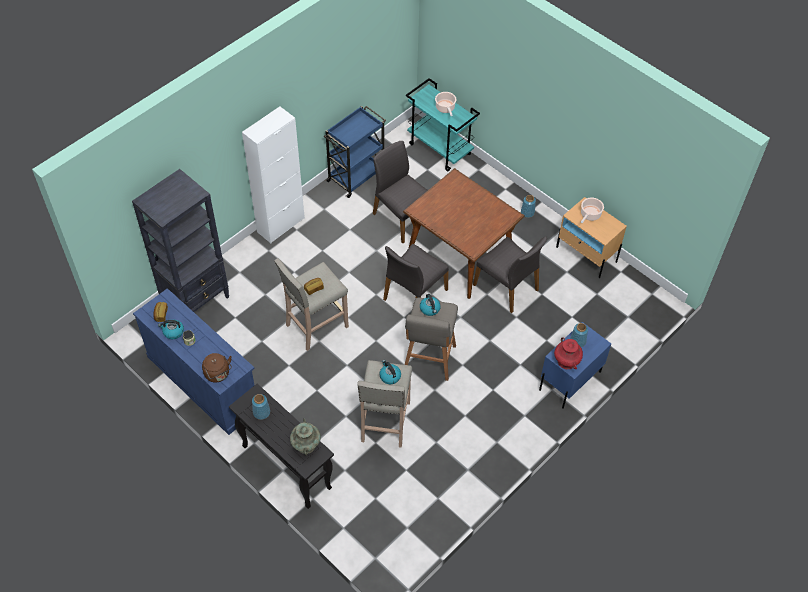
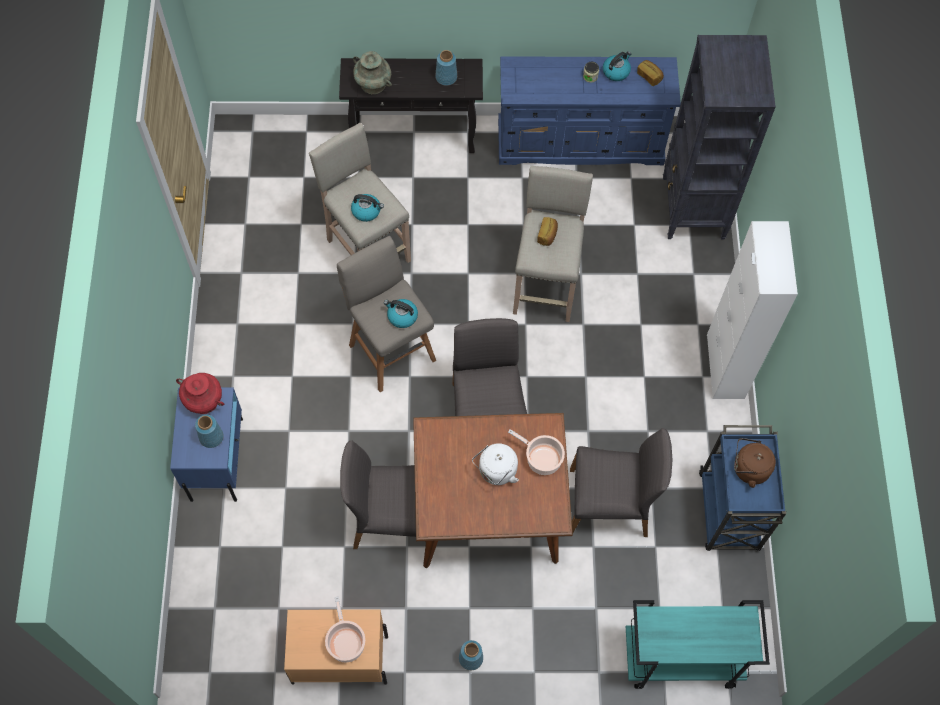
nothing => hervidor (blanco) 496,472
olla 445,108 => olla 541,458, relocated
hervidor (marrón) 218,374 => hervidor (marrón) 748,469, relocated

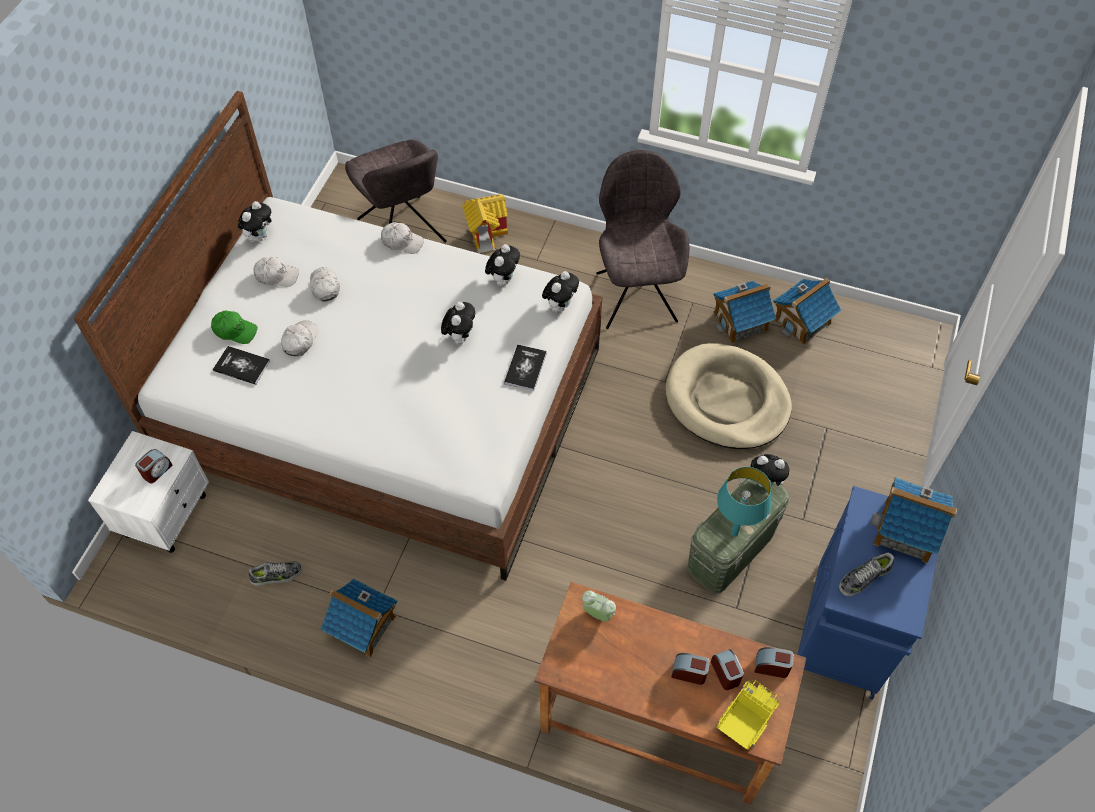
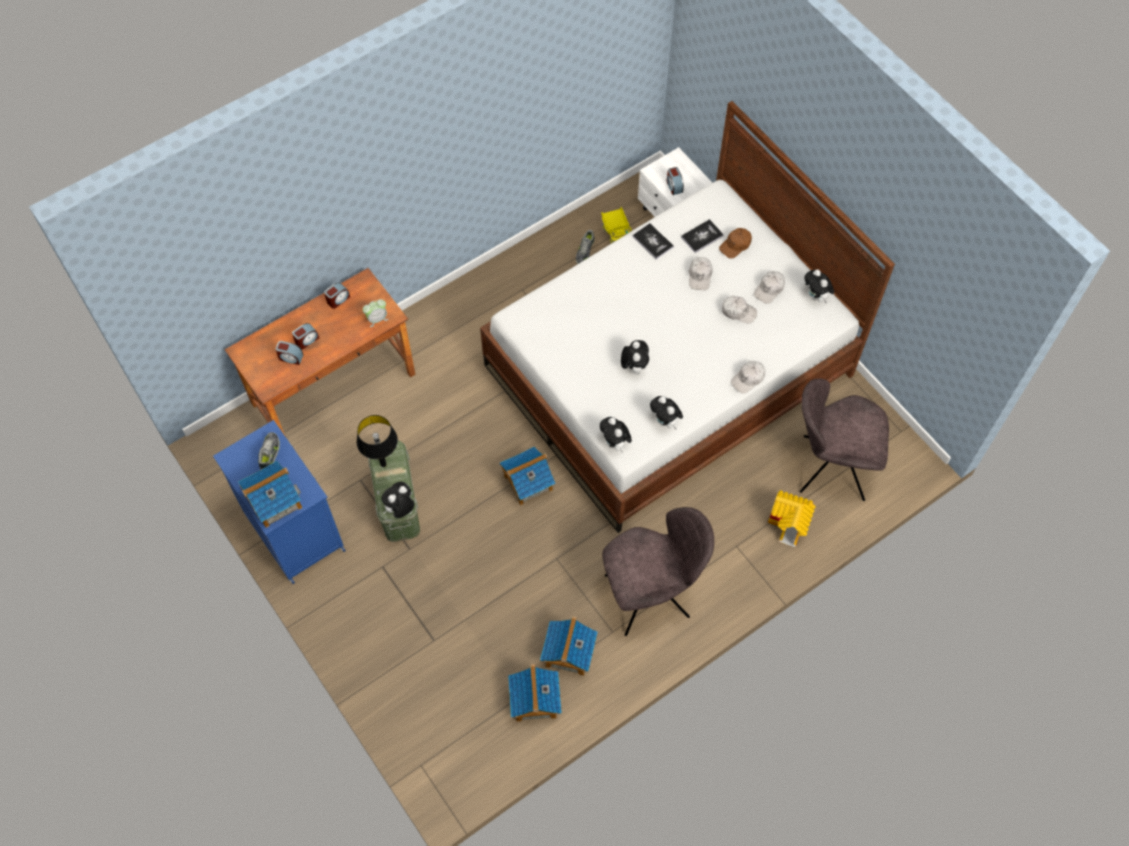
despertador 771,666 => despertador 338,299, relocated
lámpara de mesa (turquesa) 734,533 => lámpara de mesa (negro) 383,464
casita 363,626 => casita 527,482, relocated
camión de juguete 744,721 => camión de juguete 616,232, relocated
silla (gris) 636,294 => silla (gris) 650,595, 45 degrees counterclockwise
peluche 460,336 => peluche 634,366, 135 degrees counterclockwise
libro 525,368 => libro 652,241, relocated
gorra (blanco) 300,340 => gorra (blanco) 700,276, 45 degrees clockwise
gorra (verde) 235,330 => gorra (marrón) 735,245
cama para perro (beis) 727,400 => nothing

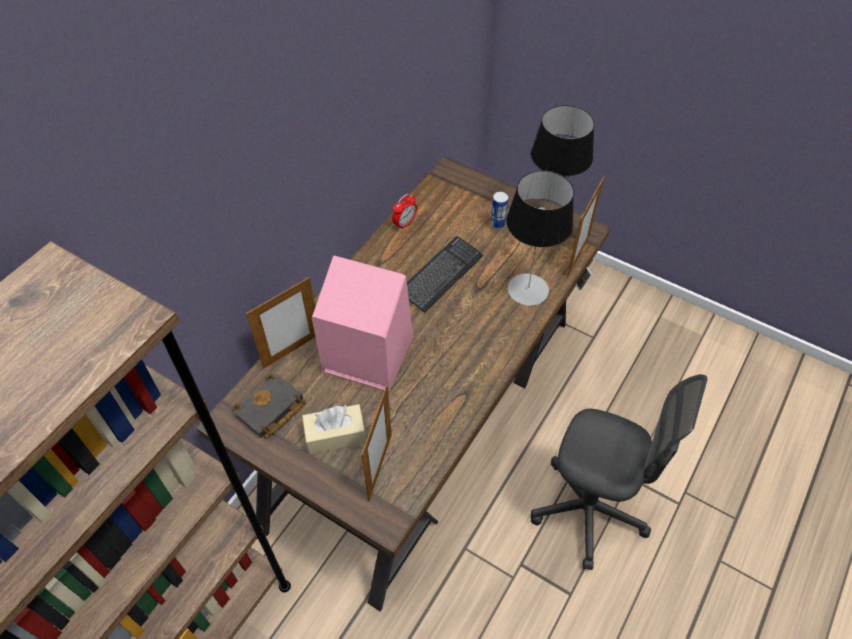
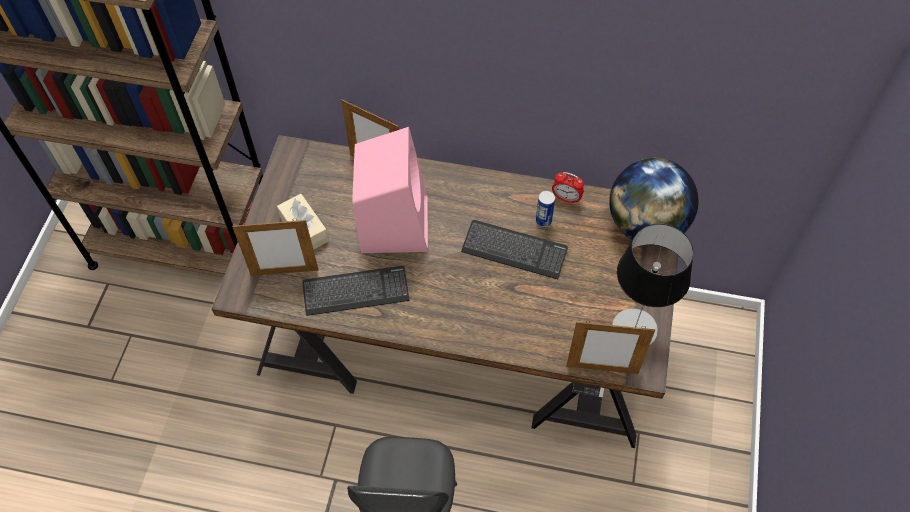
nothing => teclado 356,292
lata 497,224 => lata 543,221, relocated
nothing => globo terráqueo 646,225
libro (negro) 270,411 => nothing
lámpara de mesa 528,289 => nothing

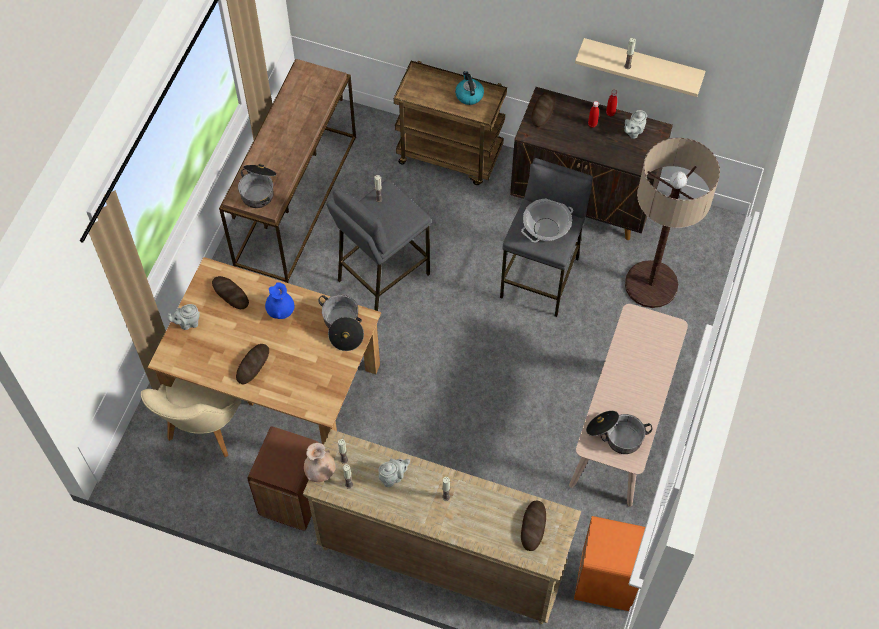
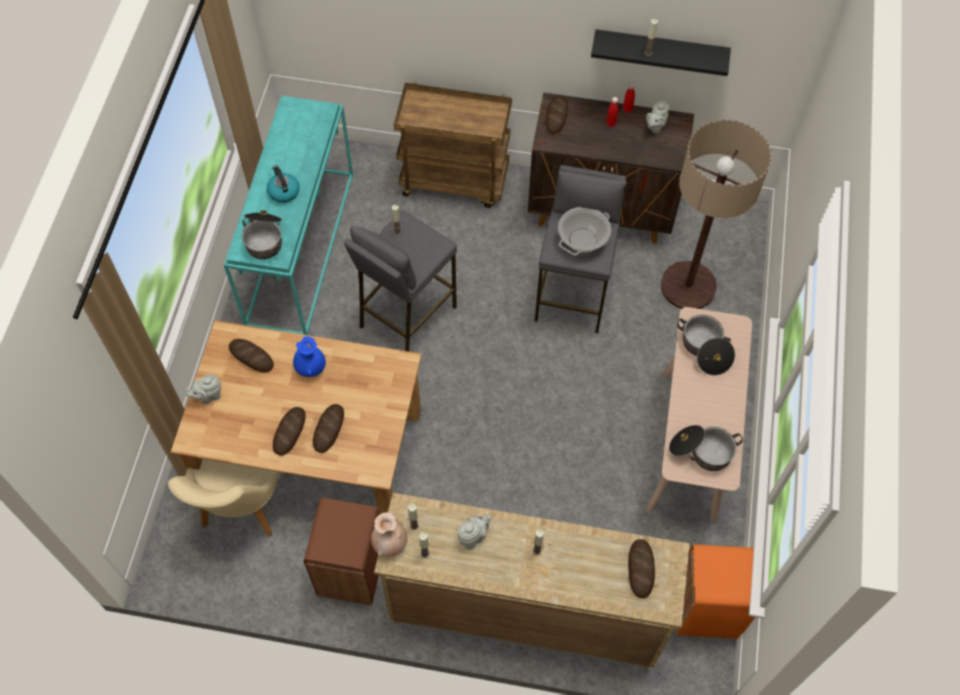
mesa consola (marrón) 295,198 => mesa consola (turquesa) 300,247
hervidor 469,95 => hervidor 283,191, relocated
nothing => pan 329,429
estante (beis) 642,65 => estante (negro) 660,51
olla 342,326 => olla 704,349, relocated

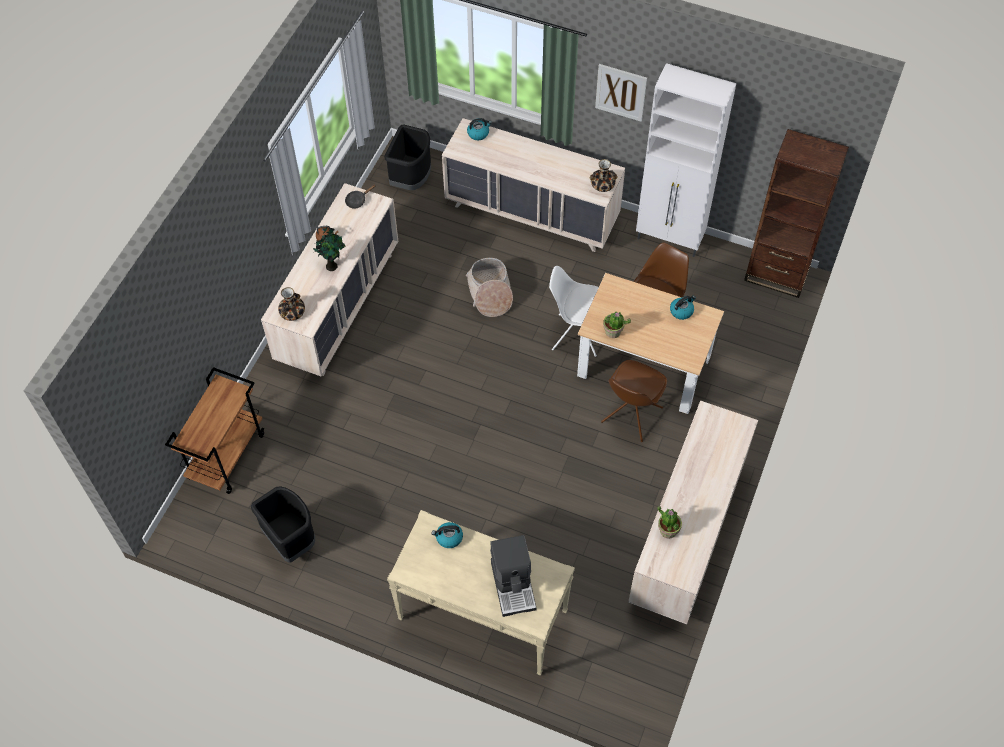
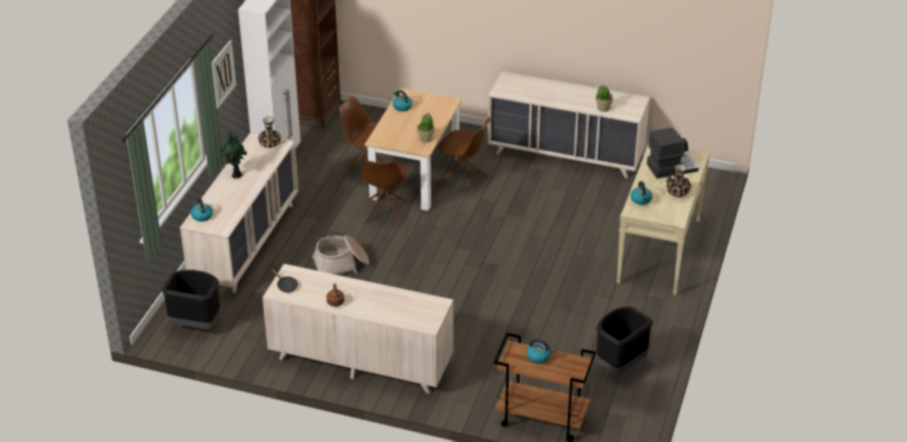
planta en maceta 332,265 => planta en maceta 236,175, relocated
silla (blanco) 576,335 => silla (marrón) 384,213
nothing => hervidor 539,357
florero 292,313 => florero 678,192, relocated

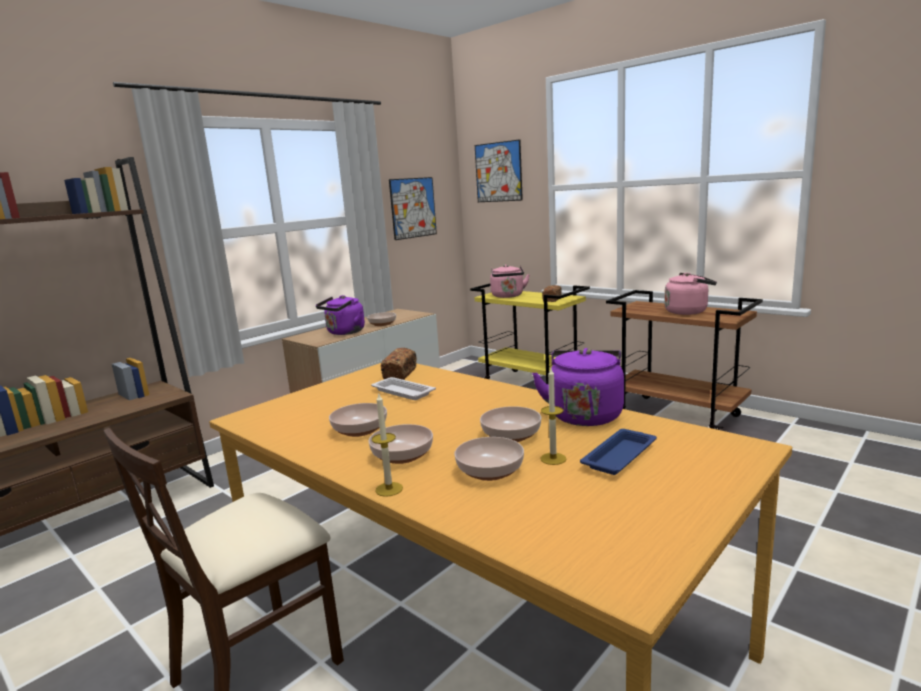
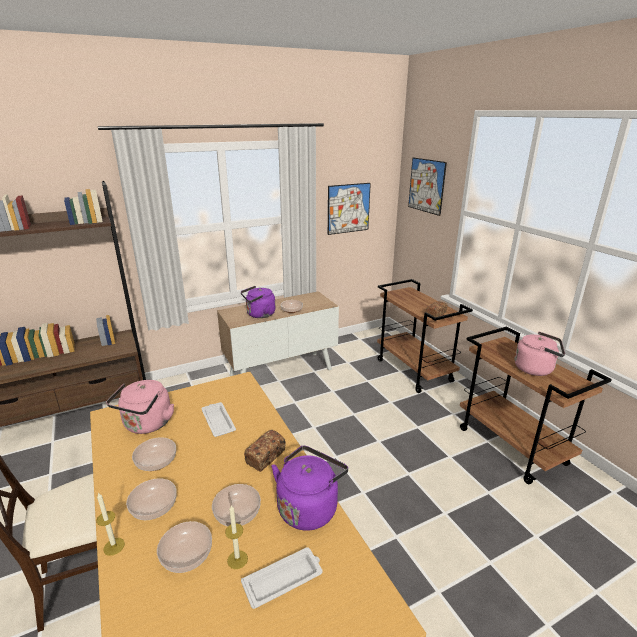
hervidor (rosa) 508,296 => hervidor (rosa) 147,425, relocated
bandeja (azul) 620,456 => bandeja (blanco) 284,579
pan 400,373 => pan 266,457, relocated
carrito (amarillo) 532,384 => carrito (marrón) 415,371

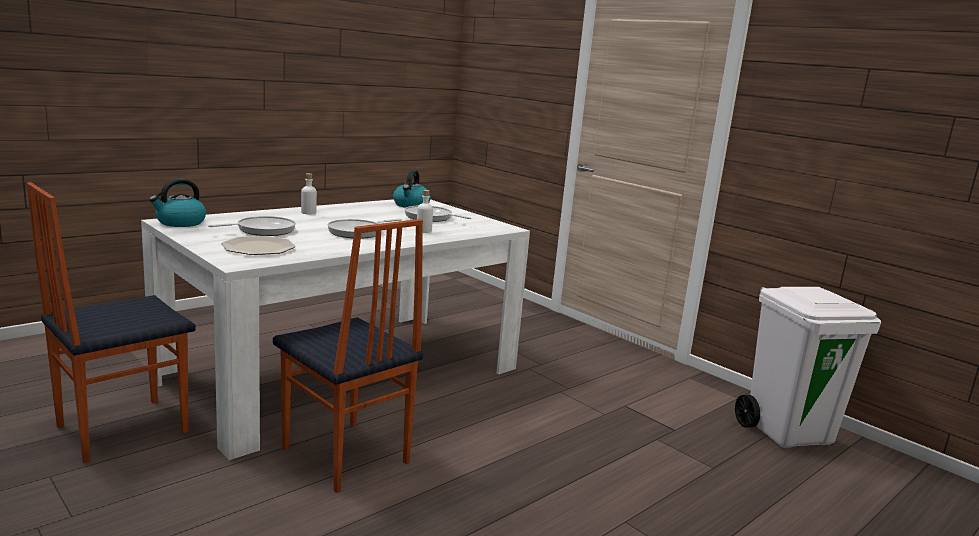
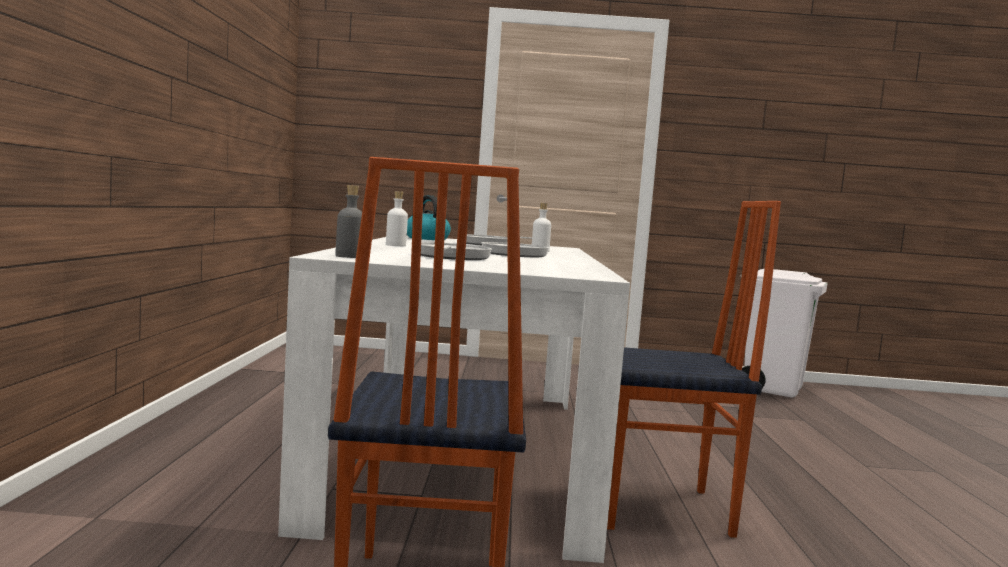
hervidor 180,223 => botella (gris) 349,256
plato 259,247 => nothing

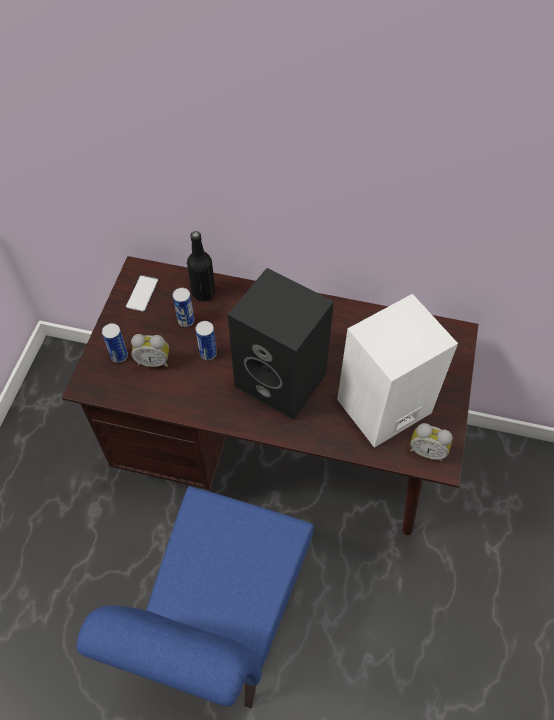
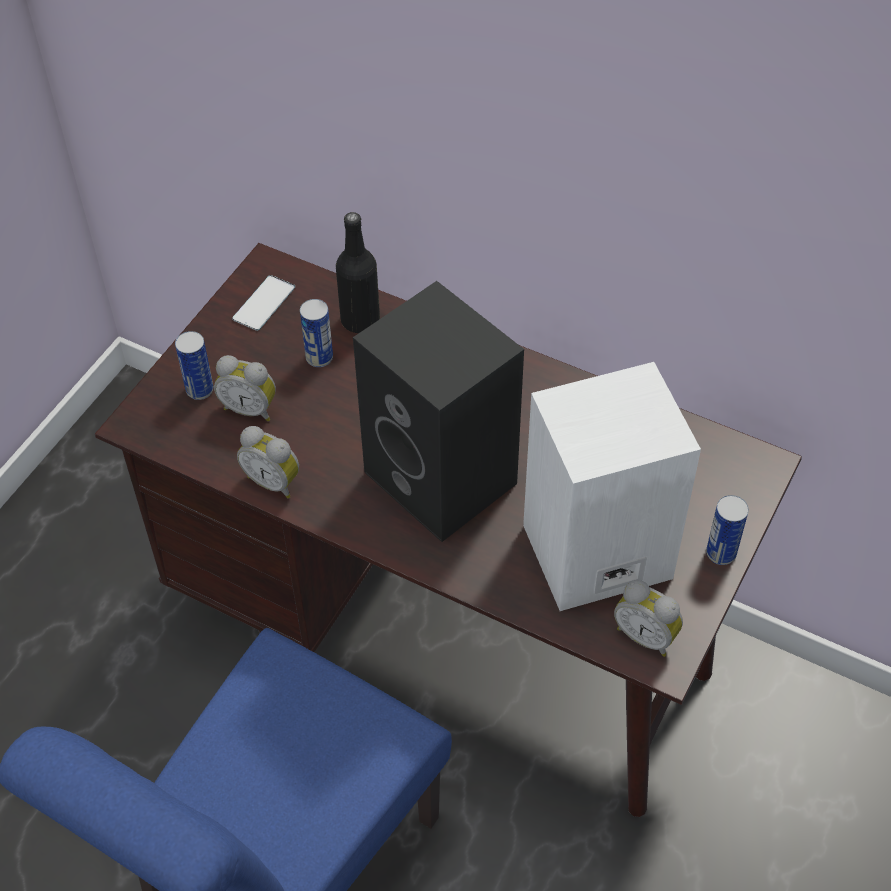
nothing => despertador 274,481
lata 208,353 => lata 721,553, relocated

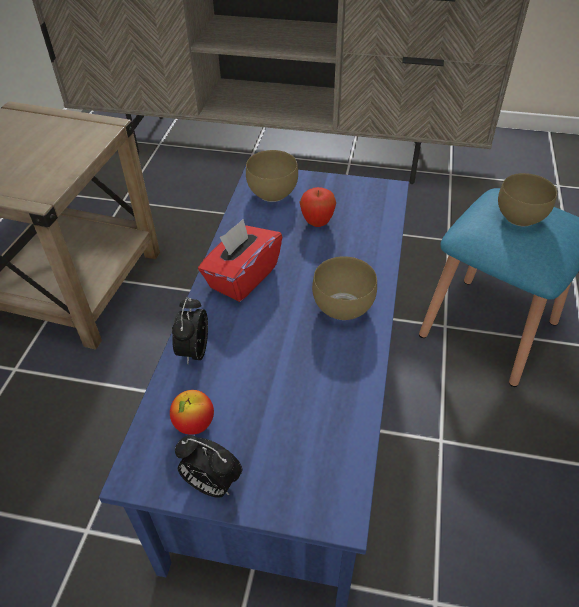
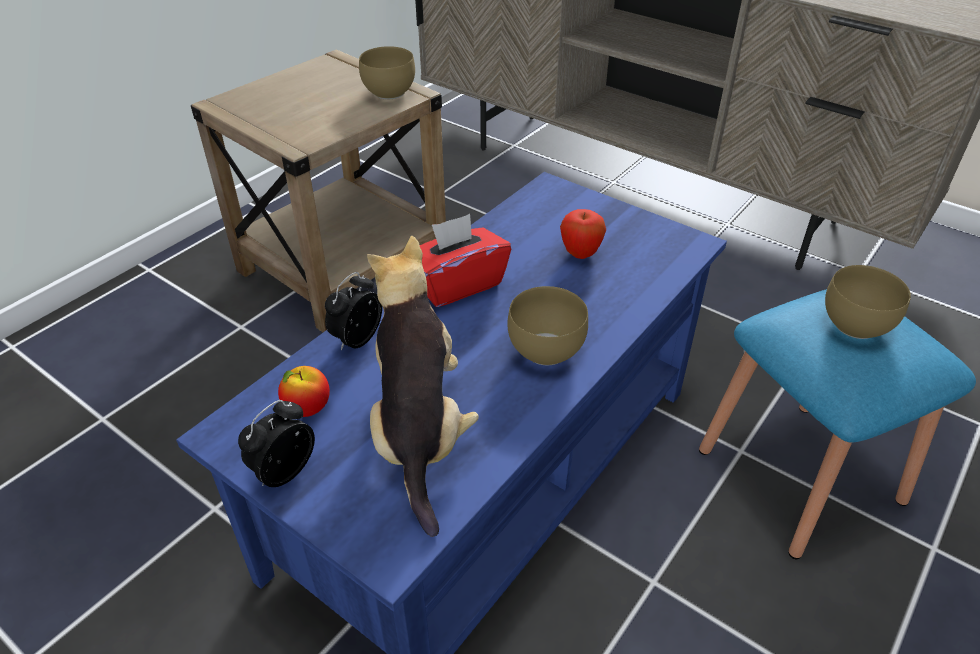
despertador 211,484 => despertador 284,471, 75 degrees clockwise
cuenco (marrón) 274,193 => cuenco (marrón) 391,93, relocated
nothing => peluche 419,432

